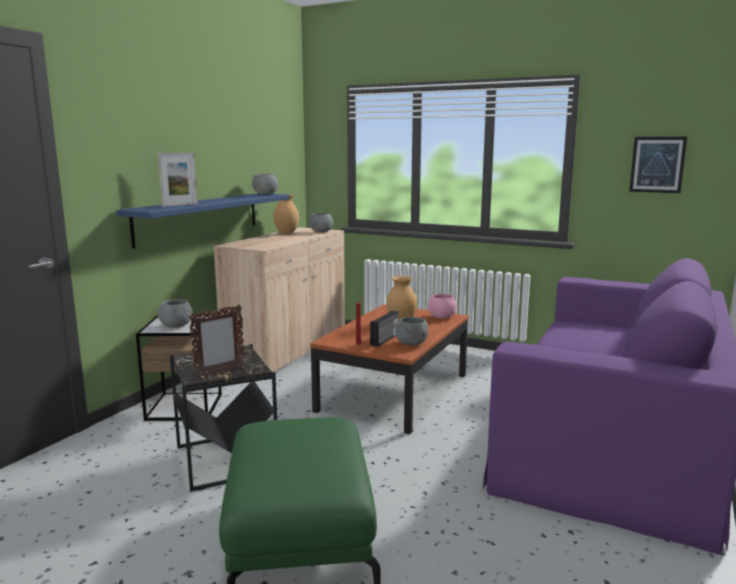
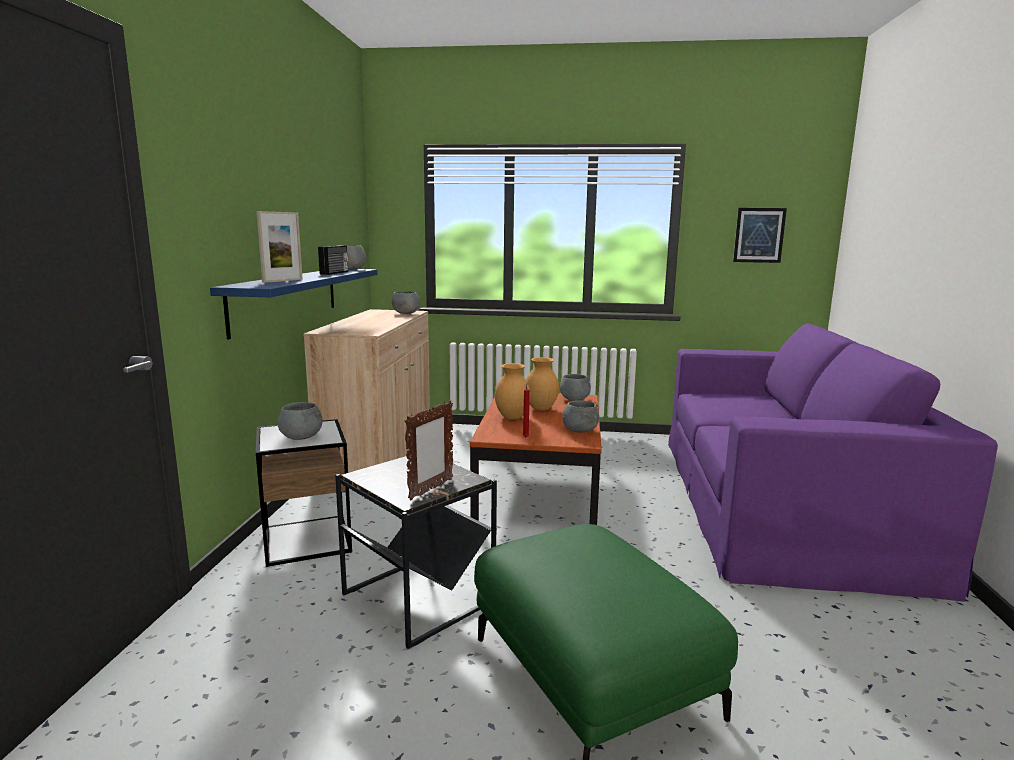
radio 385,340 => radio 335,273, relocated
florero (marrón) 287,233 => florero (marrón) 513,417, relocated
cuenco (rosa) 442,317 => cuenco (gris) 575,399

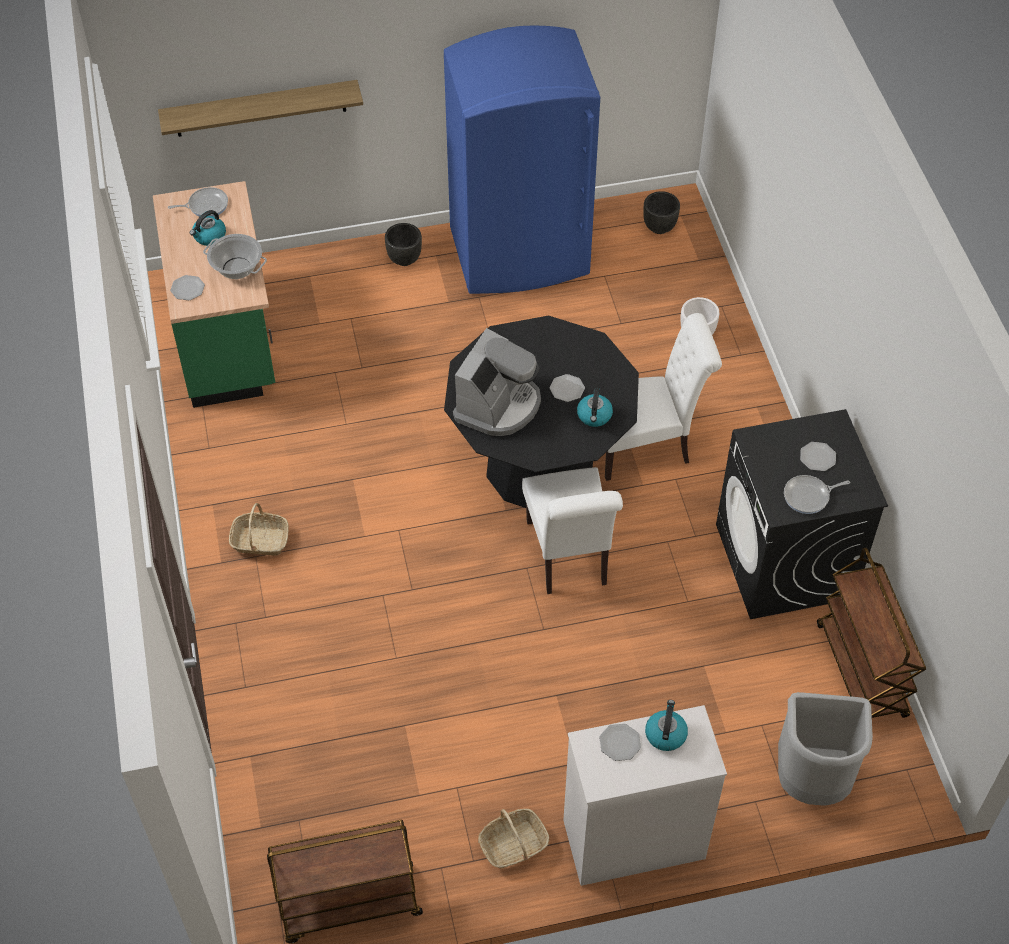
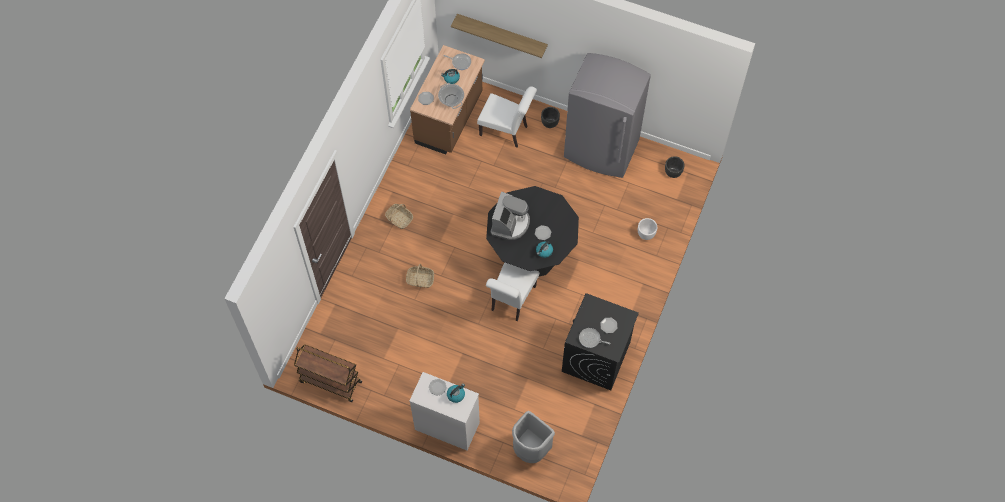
cesta 513,845 => cesta 420,279, relocated
mueble bajo de cocina (verde) 227,339 => mueble bajo de cocina (marrón) 449,119
silla (blanco) 646,447 => silla (blanco) 506,131, relocated
cafetera 498,405 => cafetera 510,223, 45 degrees counterclockwise
nevera (azul) 520,253 => nevera (gris) 601,150
carrito (marrón) 862,671 => nothing

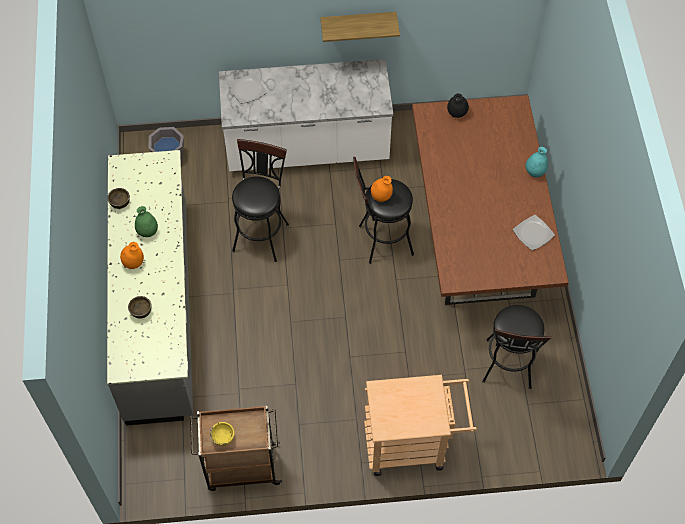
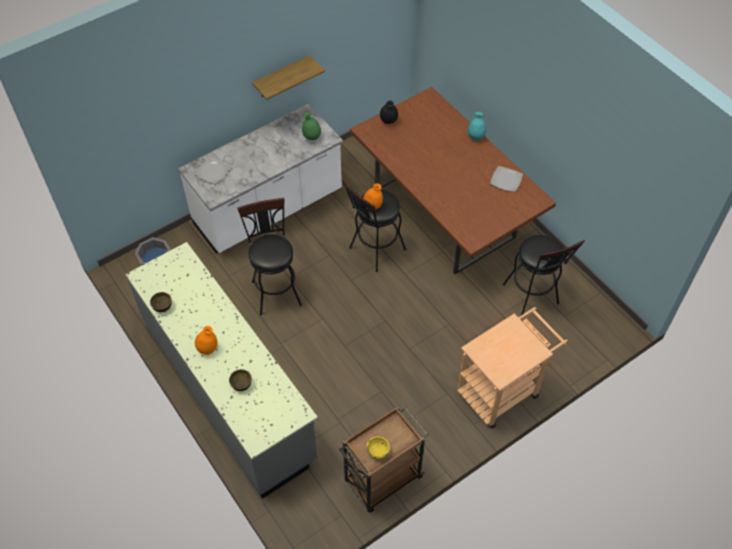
florero (verde) 147,231 => florero (verde) 312,137, relocated

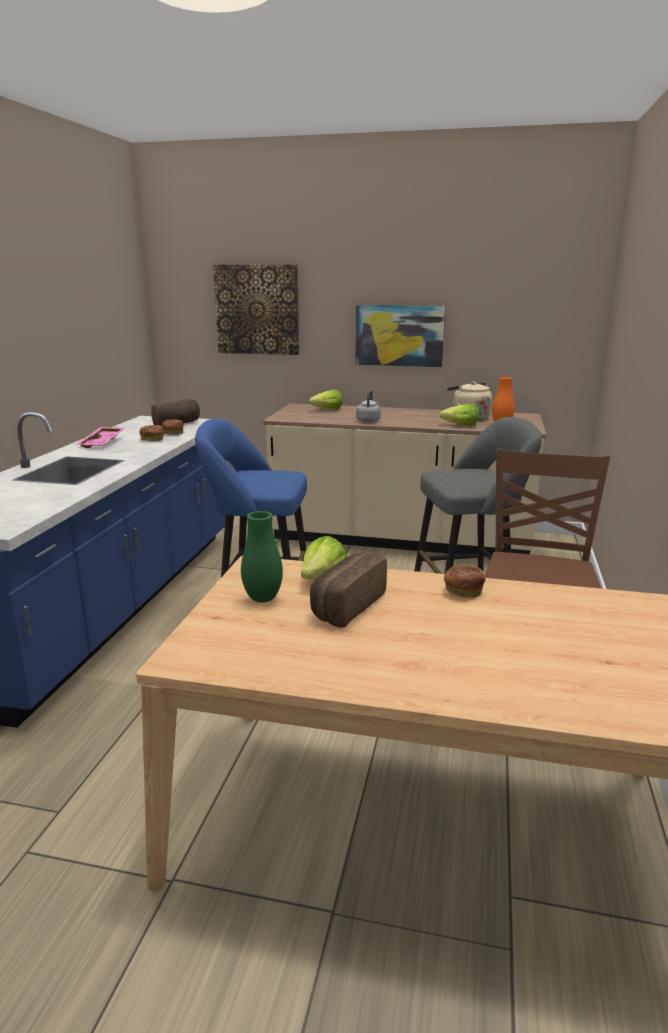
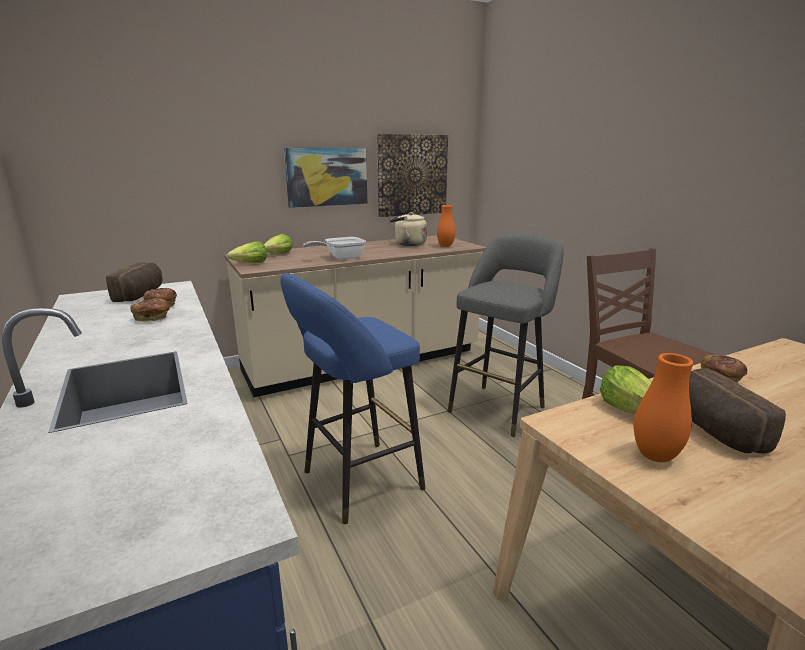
lechuga 460,425 => lechuga 250,264, relocated
hervidor (gris) 368,420 => sartén 341,258
cuadro 257,309 => cuadro 412,175, relocated
florero (verde) 263,599 => florero (naranja) 655,456
bandeja (rosa) 103,443 => nothing

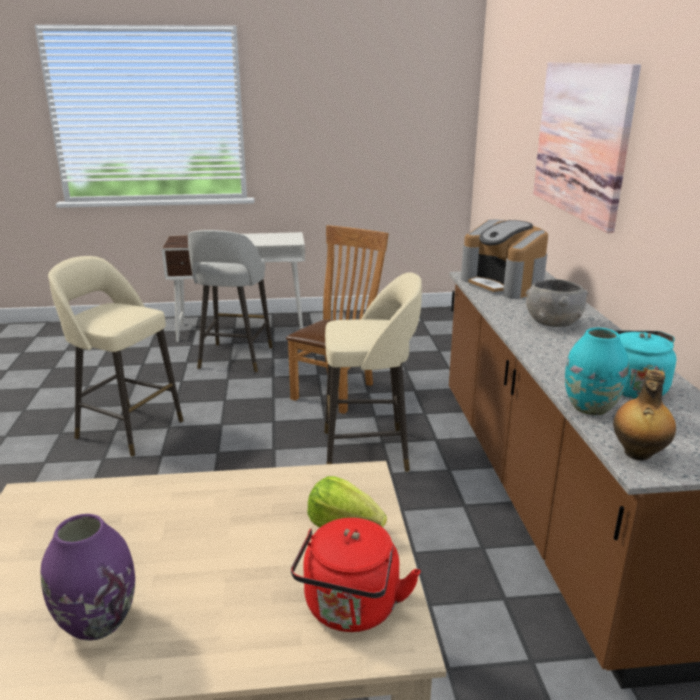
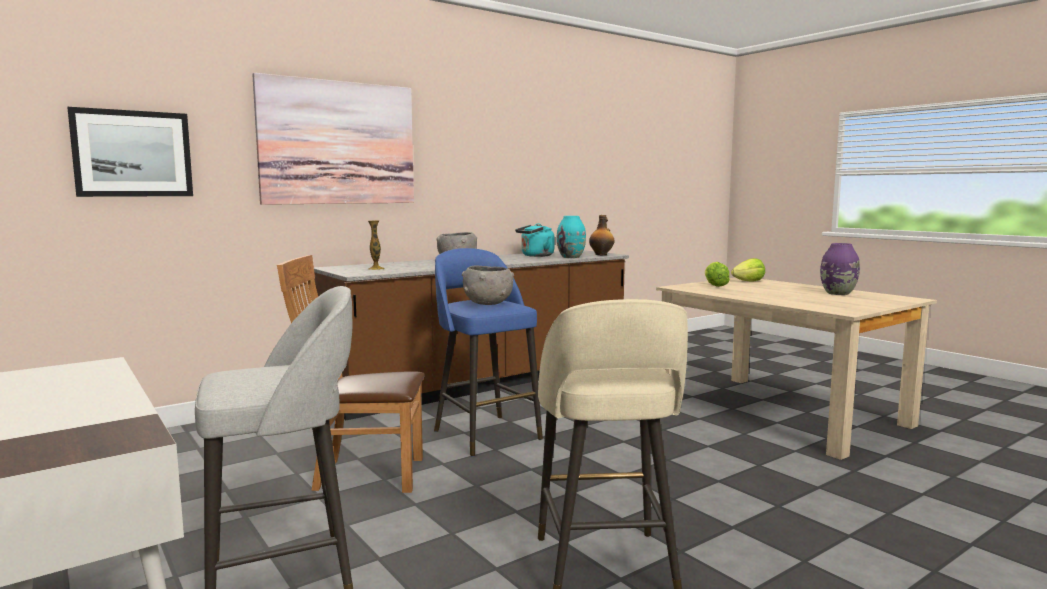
nothing => cuadro 133,154
cafetera 503,284 => florero 376,269
taburete (beis) 368,451 => taburete (azul) 485,434
nothing => cuenco (gris) 488,303
hervidor (rojo) 350,610 => lechuga 748,281

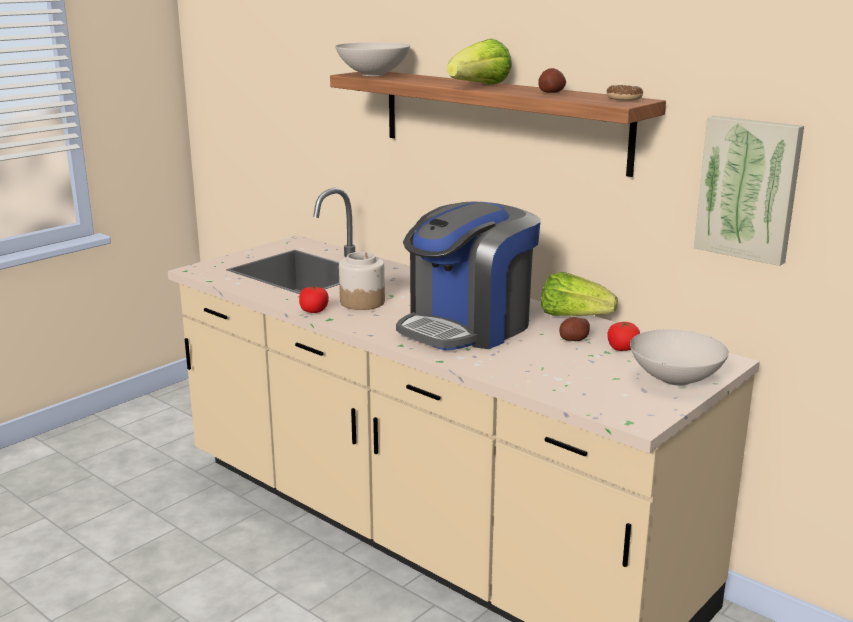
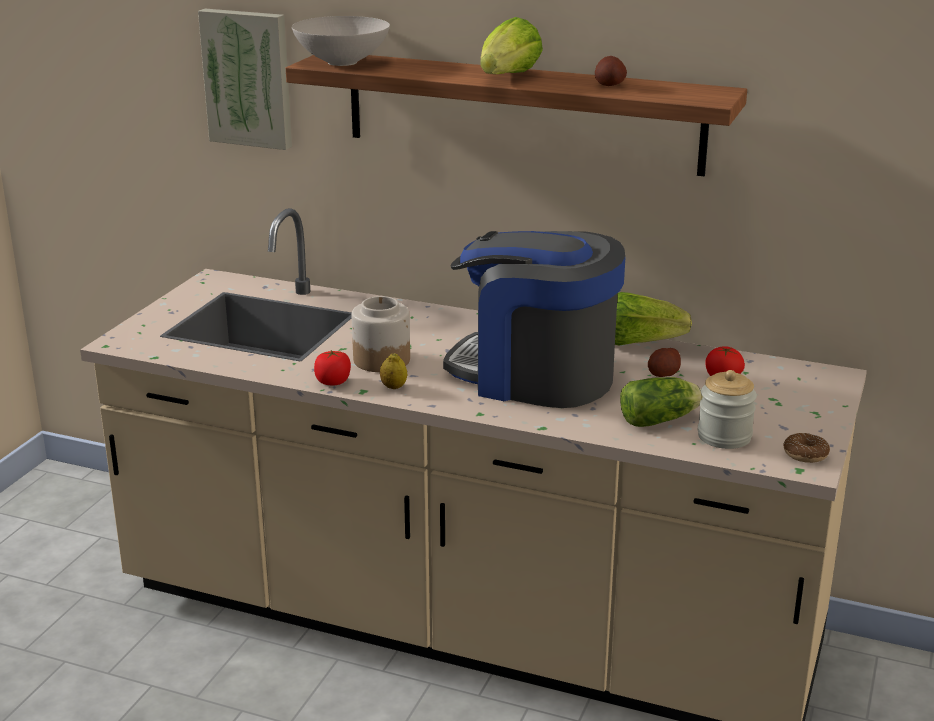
cuadro 749,188 => cuadro 249,78, relocated
nothing => limón 393,387
cafetera 467,327 => cafetera 534,376, 90 degrees clockwise
nothing => lechuga 661,420
nothing => tarro 724,436
rosquilla 624,99 => rosquilla 805,454, relocated
cuenco (blanco) 674,379 => nothing

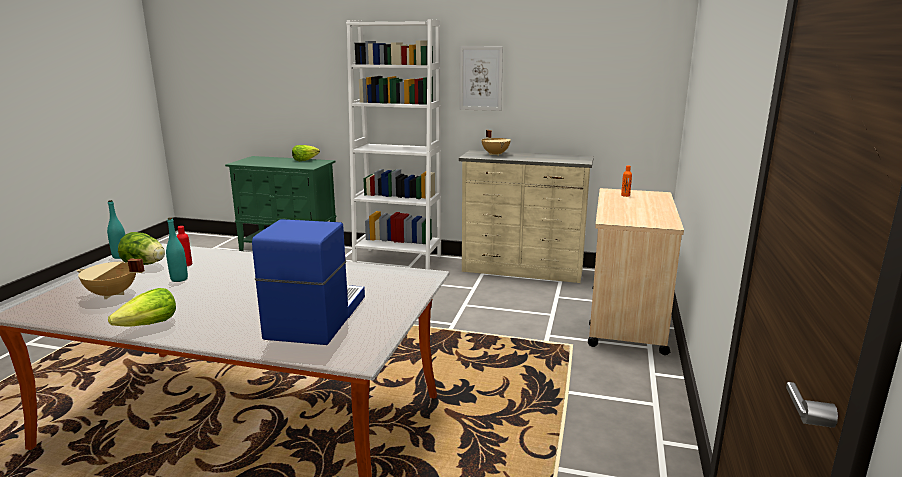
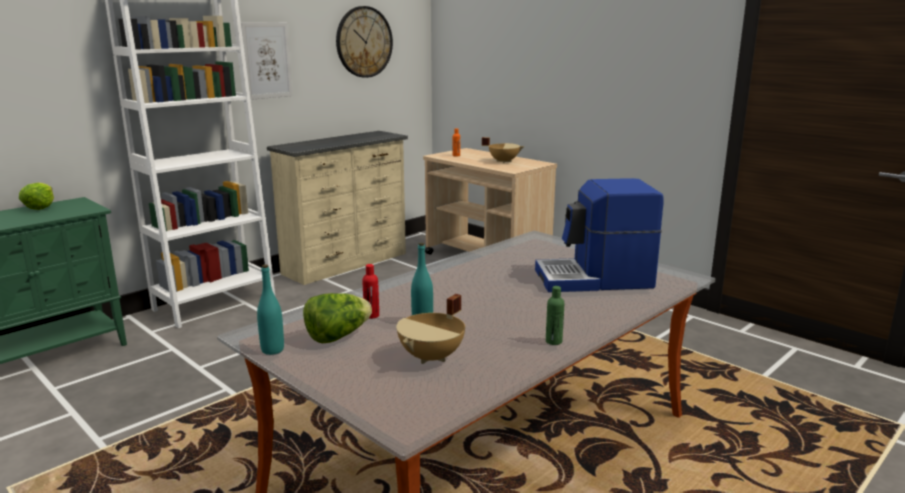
nothing => reloj de pared 364,42
olla (beis) 496,154 => olla (beis) 503,161, relocated
cafetera 315,317 => cafetera 595,279, 45 degrees counterclockwise
lechuga 149,325 => botella (verde) 553,341

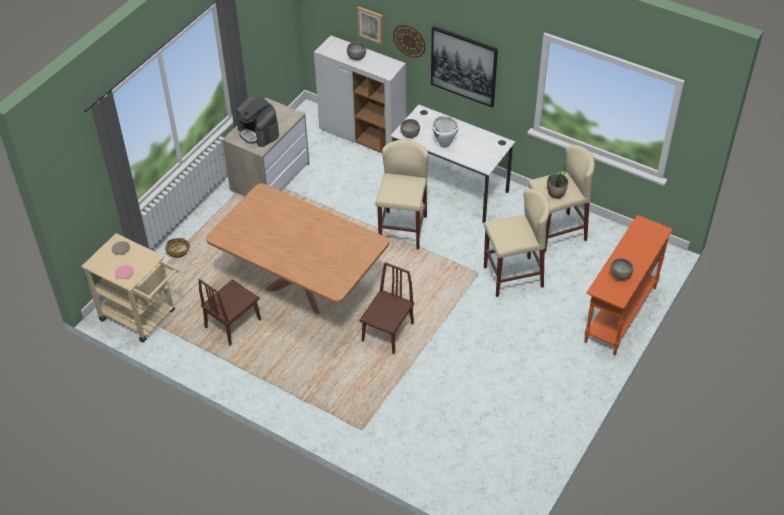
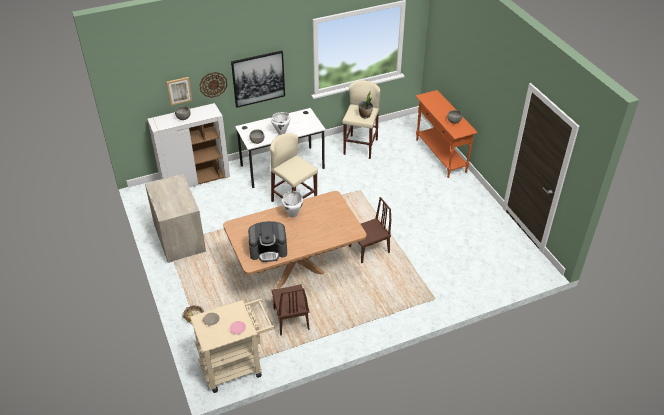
cafetera 258,132 => cafetera 268,250, relocated
nothing => olla (blanco) 293,214
silla (marrón) 387,332 => silla (marrón) 369,249, 90 degrees clockwise
taburete (beis) 513,276 => nothing

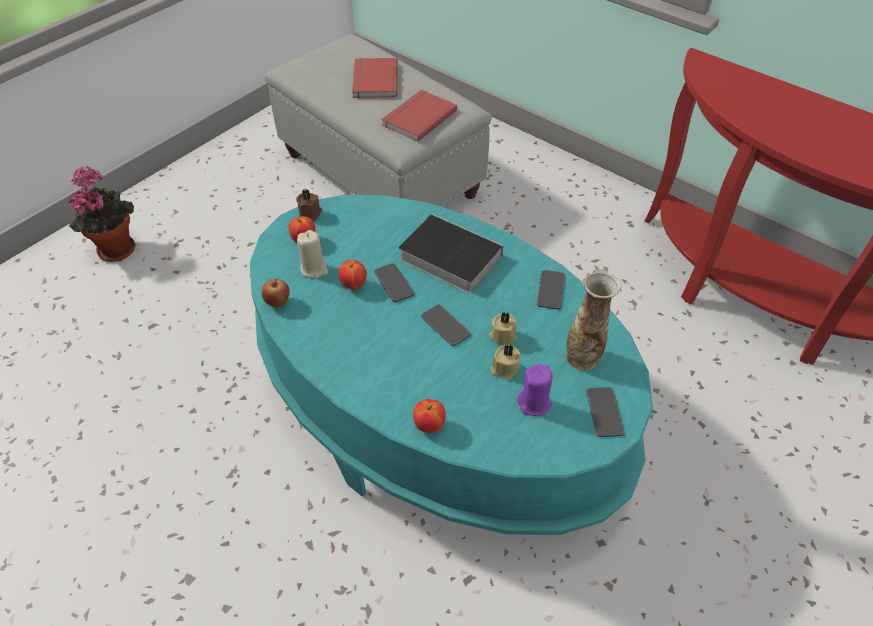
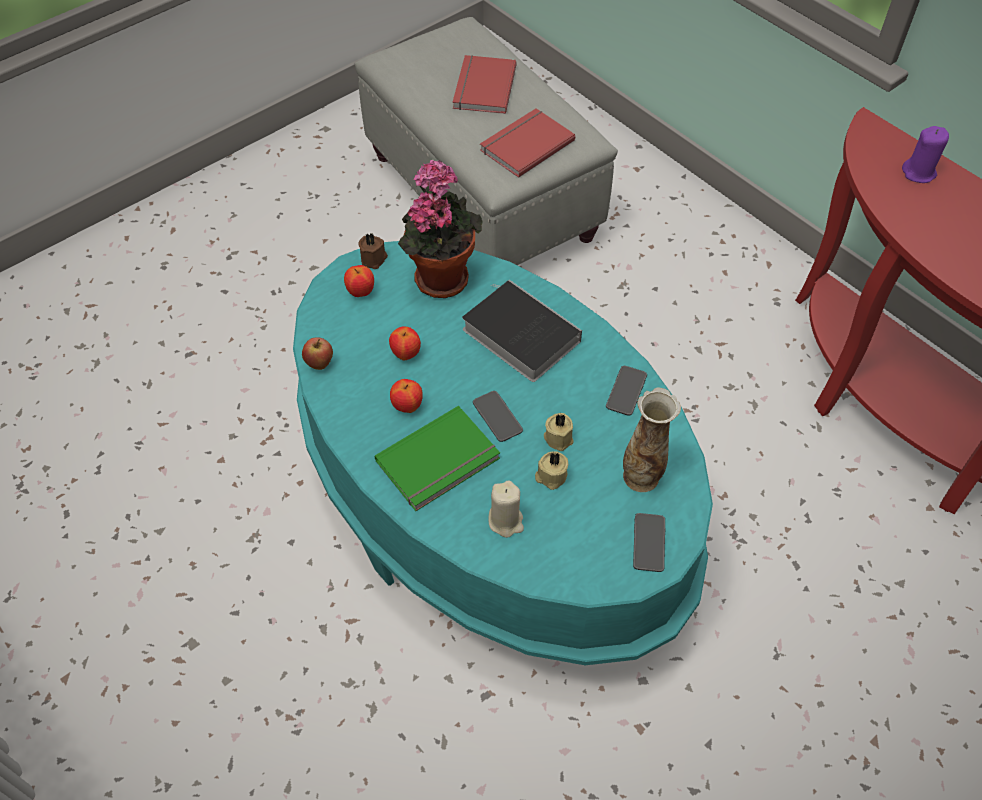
nothing => libro (verde) 440,462
manzana 429,426 => manzana 407,406, relocated
planta en maceta 116,247 => planta en maceta 440,275, relocated
vela (beis) 314,269 => vela (beis) 506,521, relocated
vela (morado) 534,403 => vela (morado) 919,173, relocated
móvil 394,283 => nothing

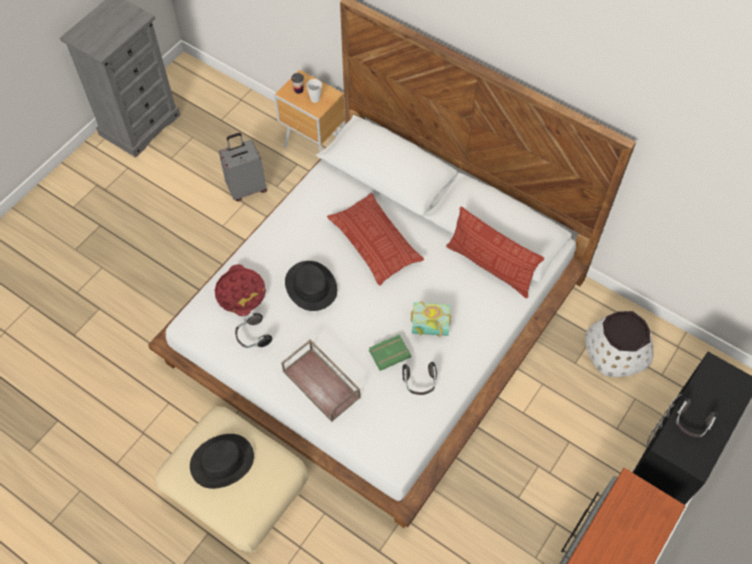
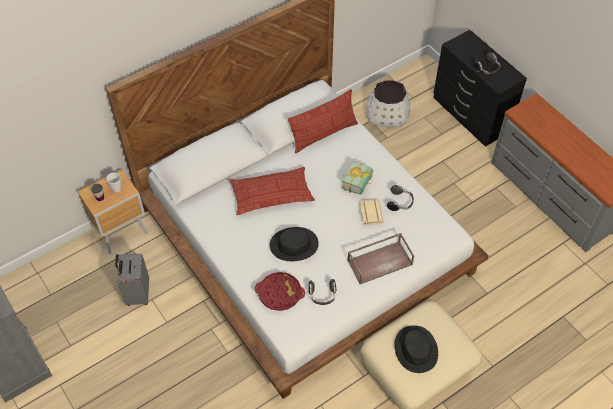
libro (verde) 390,353 => libro (beis) 370,213

